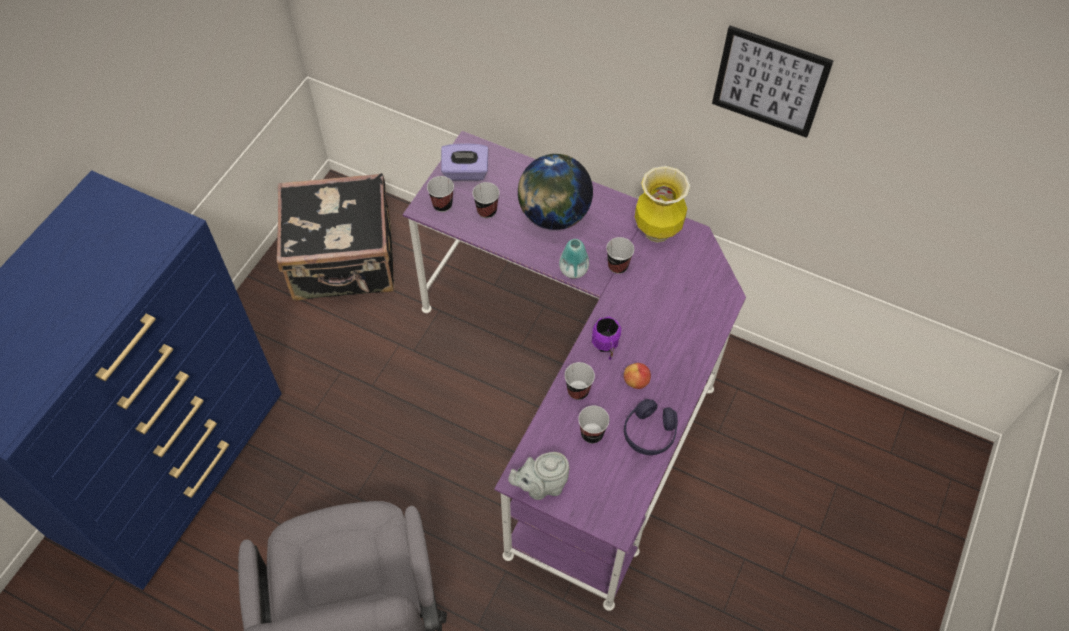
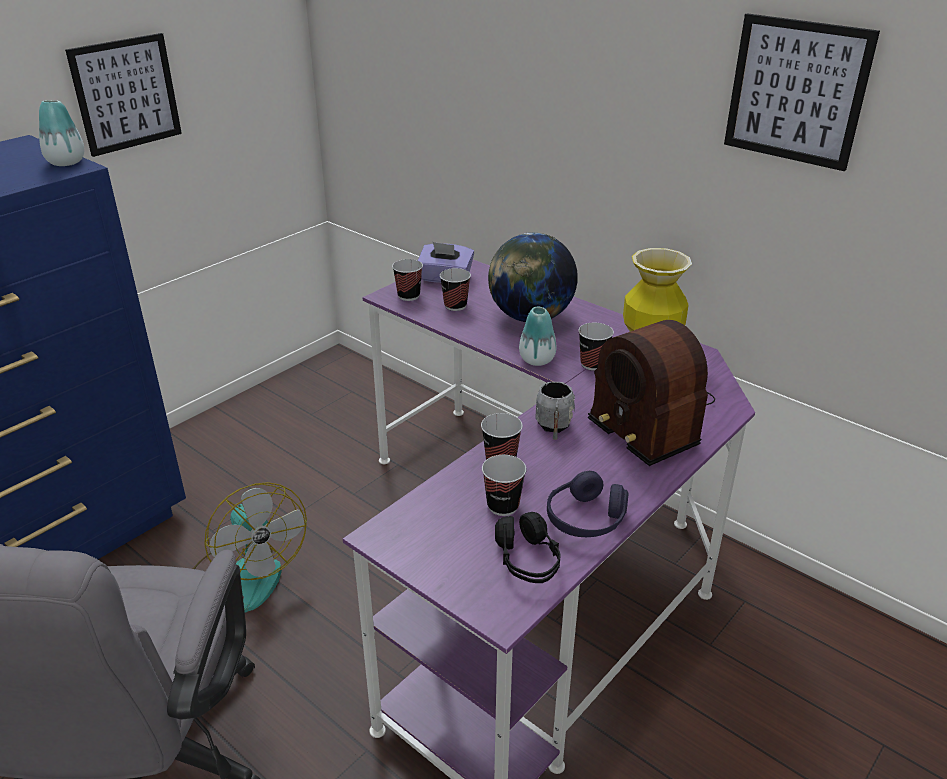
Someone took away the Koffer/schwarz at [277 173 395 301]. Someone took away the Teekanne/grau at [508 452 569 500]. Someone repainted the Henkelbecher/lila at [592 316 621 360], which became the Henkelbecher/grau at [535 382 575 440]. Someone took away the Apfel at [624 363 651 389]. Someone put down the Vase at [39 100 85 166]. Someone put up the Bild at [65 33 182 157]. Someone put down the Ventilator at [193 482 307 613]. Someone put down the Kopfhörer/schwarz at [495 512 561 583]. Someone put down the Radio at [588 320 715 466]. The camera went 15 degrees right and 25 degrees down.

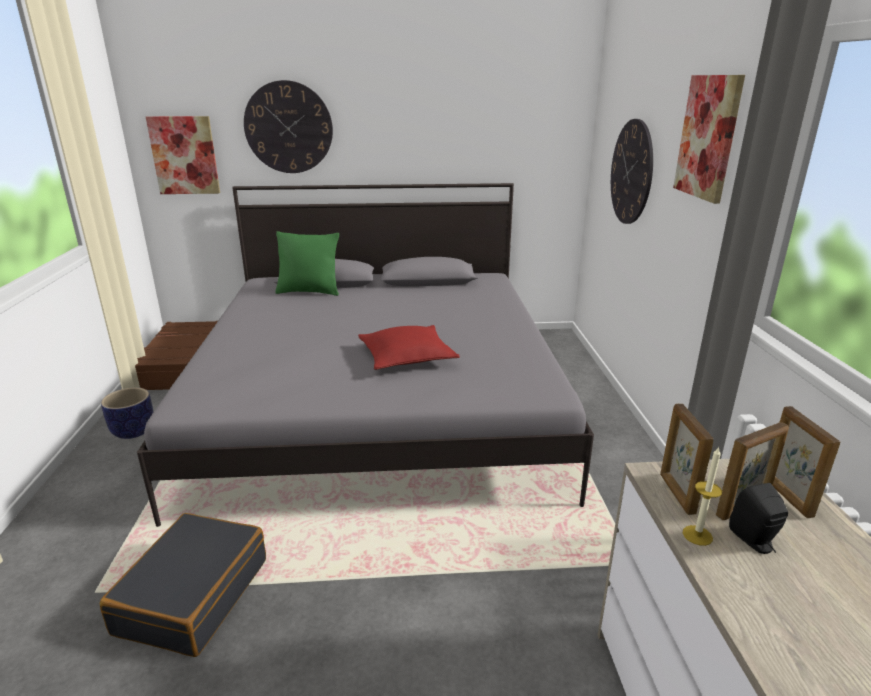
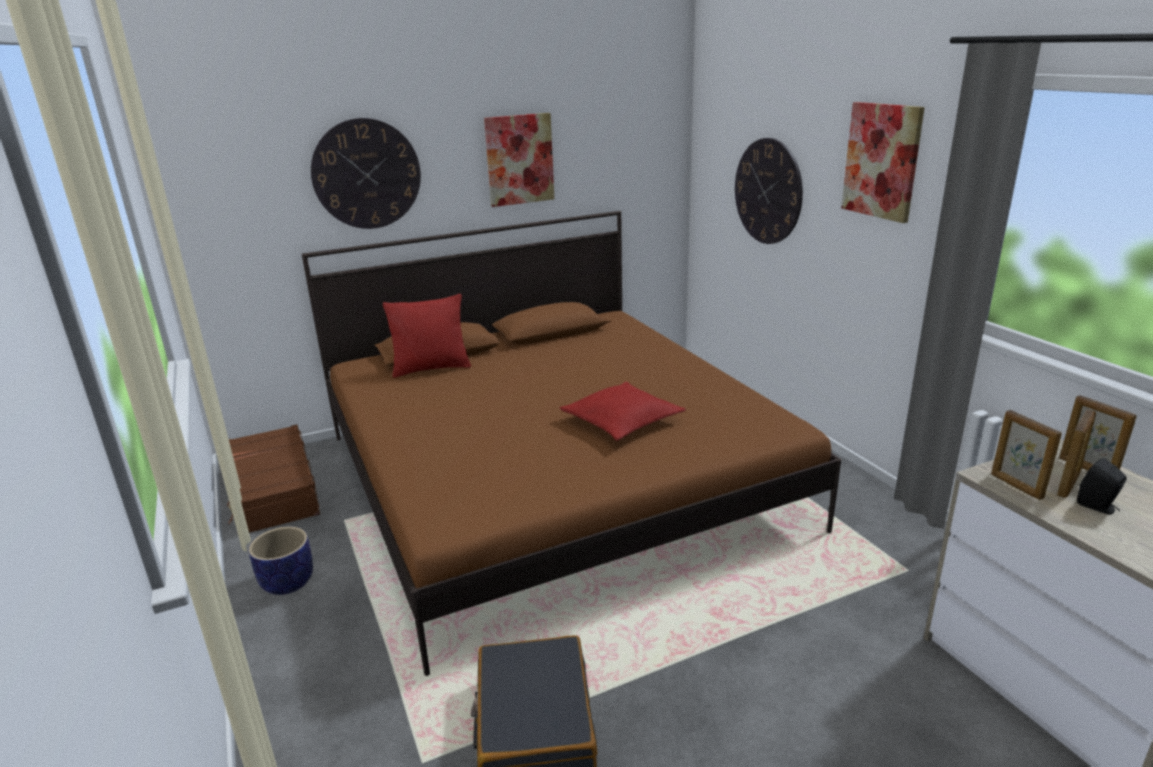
Someone repainted the Bett/grau at [137 183 594 527], which became the Bett/braun at [302 211 841 676]. Someone carried the Bild from [146 116 220 194] to [484 113 554 207]. Someone repainted the Kissen/grün at [275 231 339 296], which became the Kissen/rot at [383 294 471 378]. Someone took away the Kerze at [683 447 722 546]. The camera went 20 degrees left and 0 degrees up.

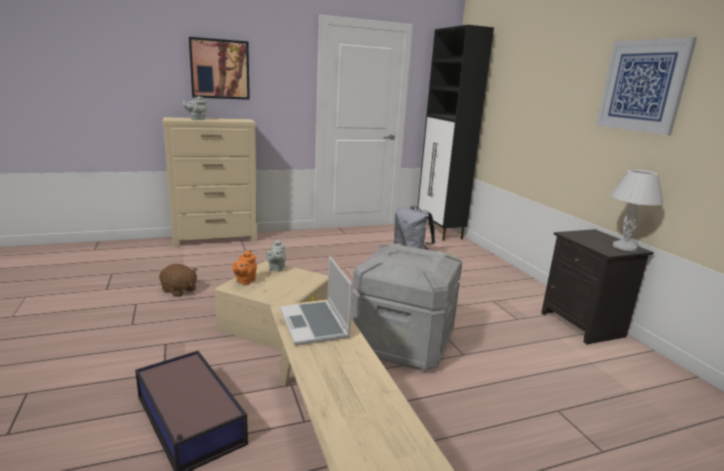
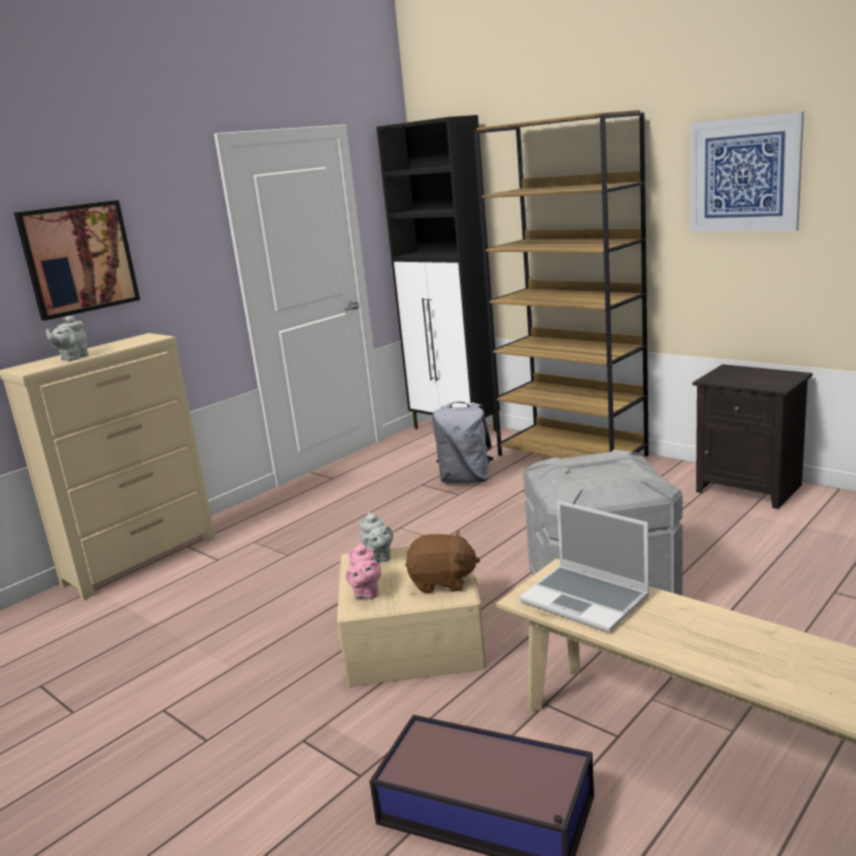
Someone carried the Plüschtier/braun from [159 264 197 297] to [405 531 480 593]. Someone repainted the Teekanne/orange at [232 250 257 285], which became the Teekanne/rosa at [345 542 381 599]. Someone took away the Tischlampe/weiß at [610 169 664 251]. Someone put down the Bücherregal/braun at [473 110 649 459]. The camera went 25 degrees left and 0 degrees up.

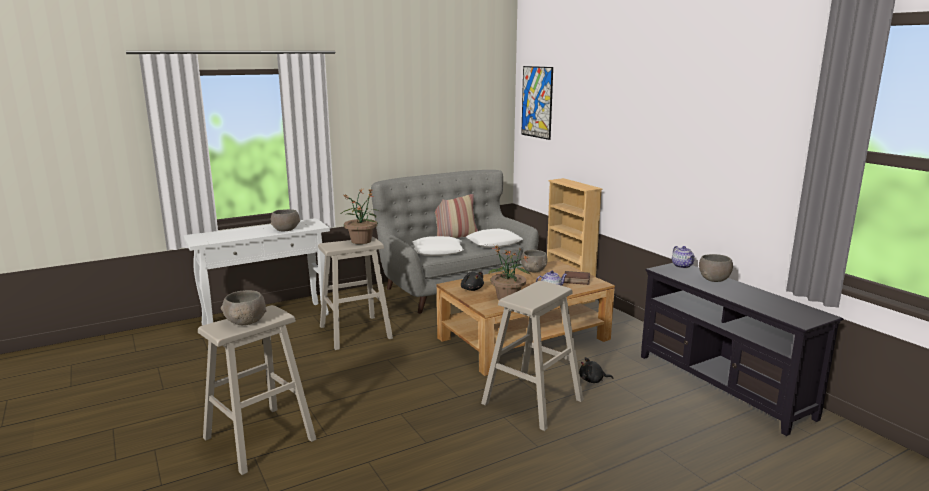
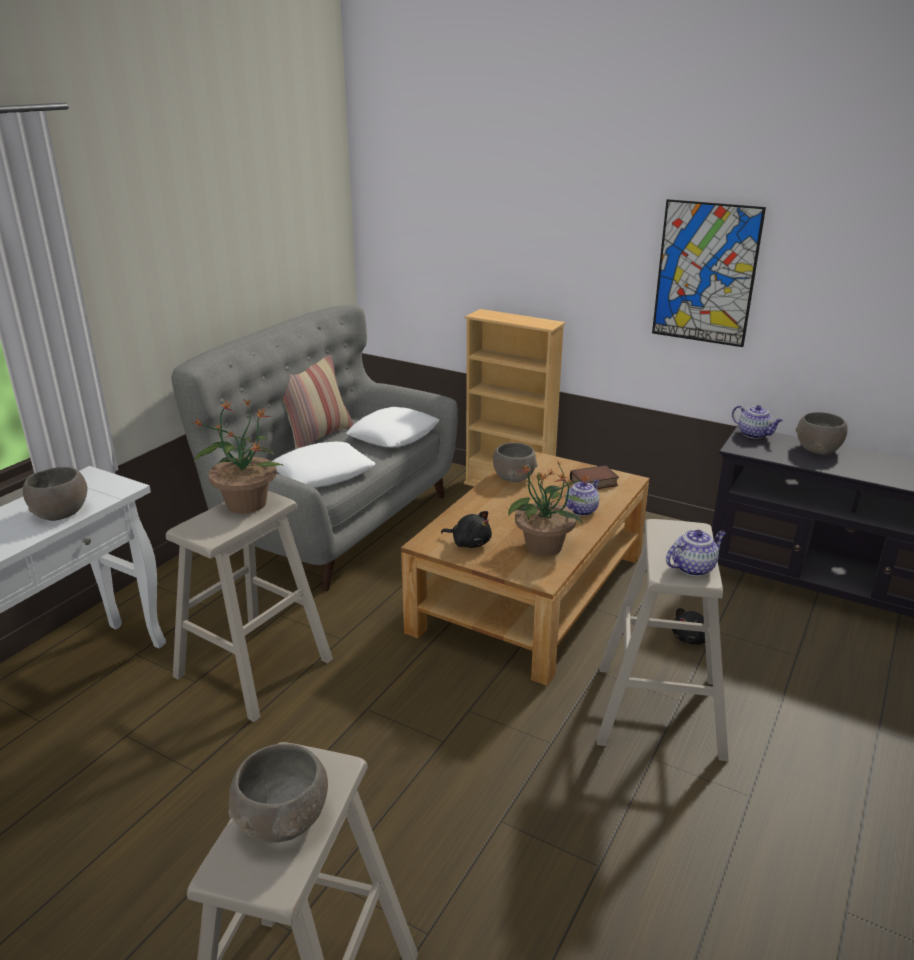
Someone carried the Bild from [521 66 553 140] to [652 199 766 347]. Someone put down the Teekanne at [666 530 726 576]. The camera went 30 degrees left and 10 degrees up.

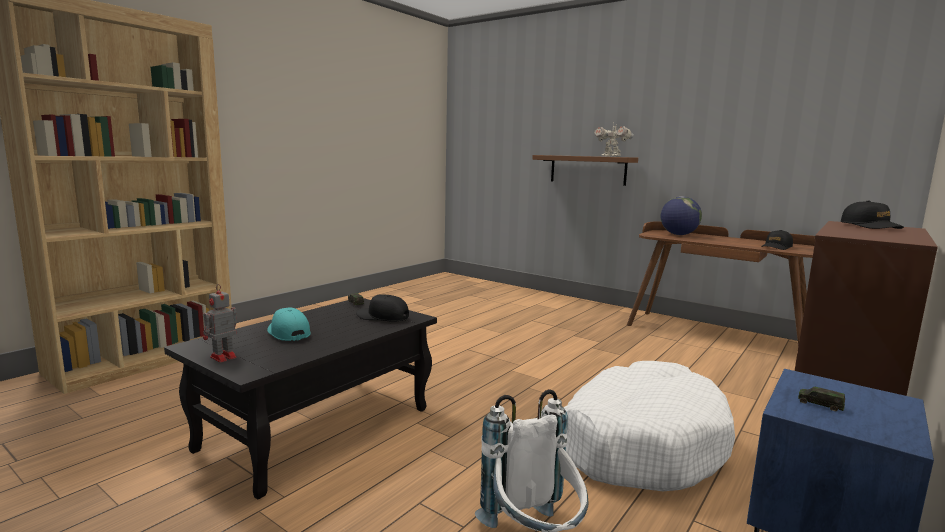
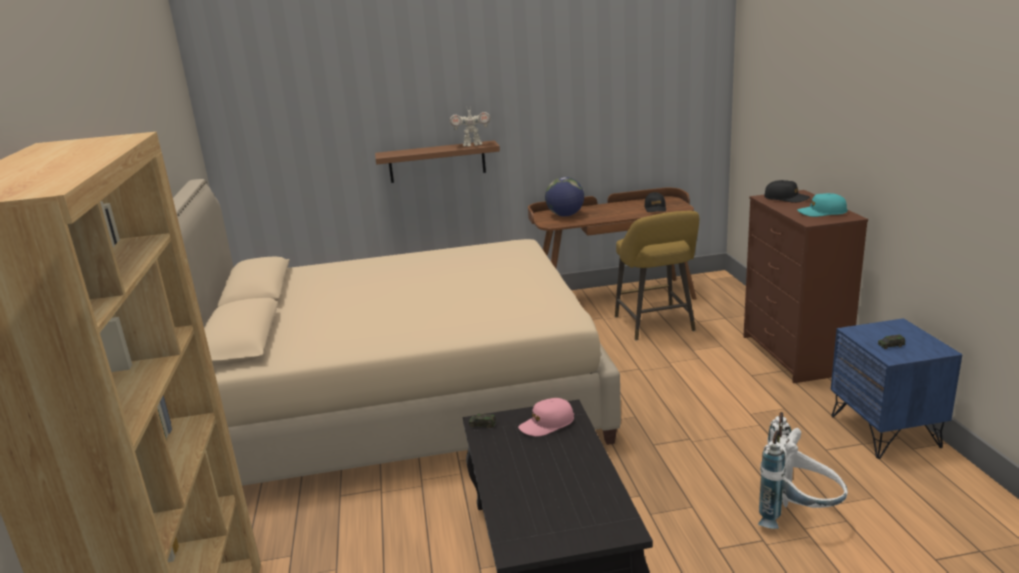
Someone took away the Spielzeugroboter at [203 284 237 362]. Someone carried the Kappe/türkis from [267 308 311 341] to [797 193 848 217]. Someone repainted the Kappe/schwarz at [356 294 409 322], which became the Kappe/rosa at [518 398 574 436]. Someone took away the Hundebett/weiß at [563 361 735 491]. Someone put down the Bett/beige at [173 179 621 486]. Someone put down the Hocker/gelb at [615 211 699 341]. The camera went 45 degrees left and 10 degrees up.

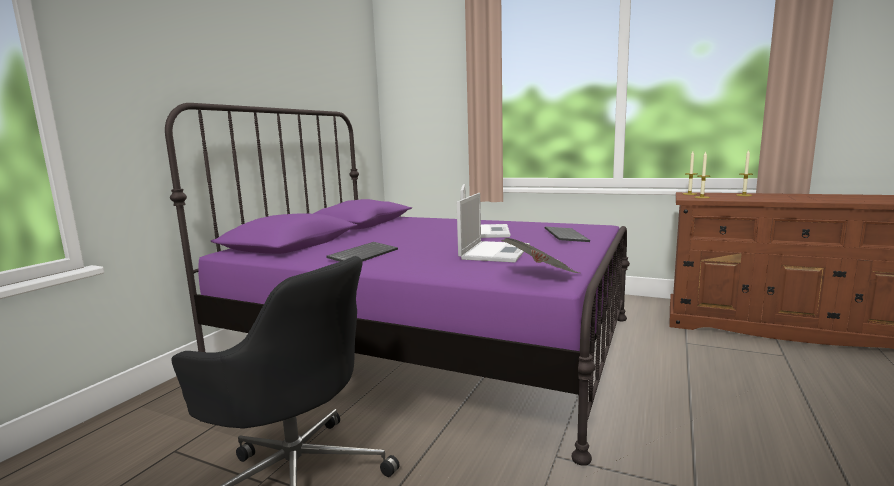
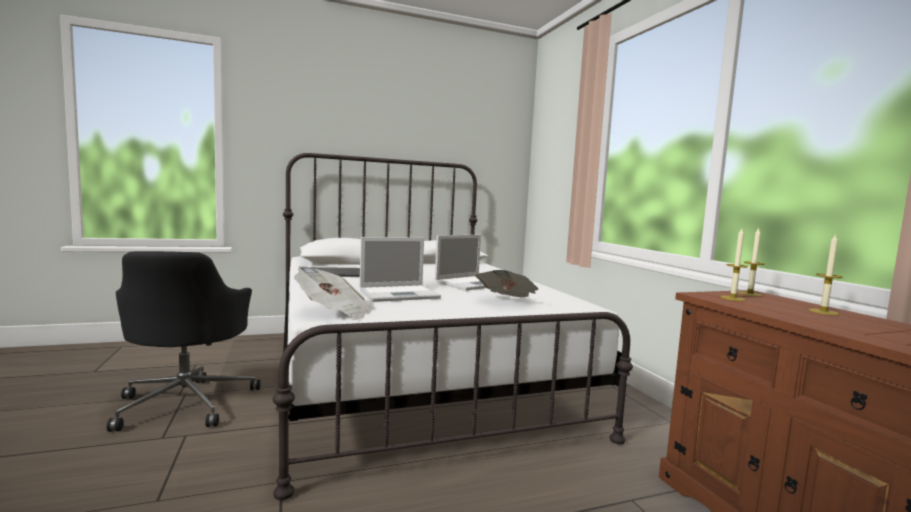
Someone repainted the Bett/lila at [165 103 630 466], which became the Bett/weiß at [273 153 633 500]. Someone swapped the Tastatur at [545 227 590 242] for the Zeitung at [475 270 538 297]. The camera went 45 degrees right and 5 degrees down.

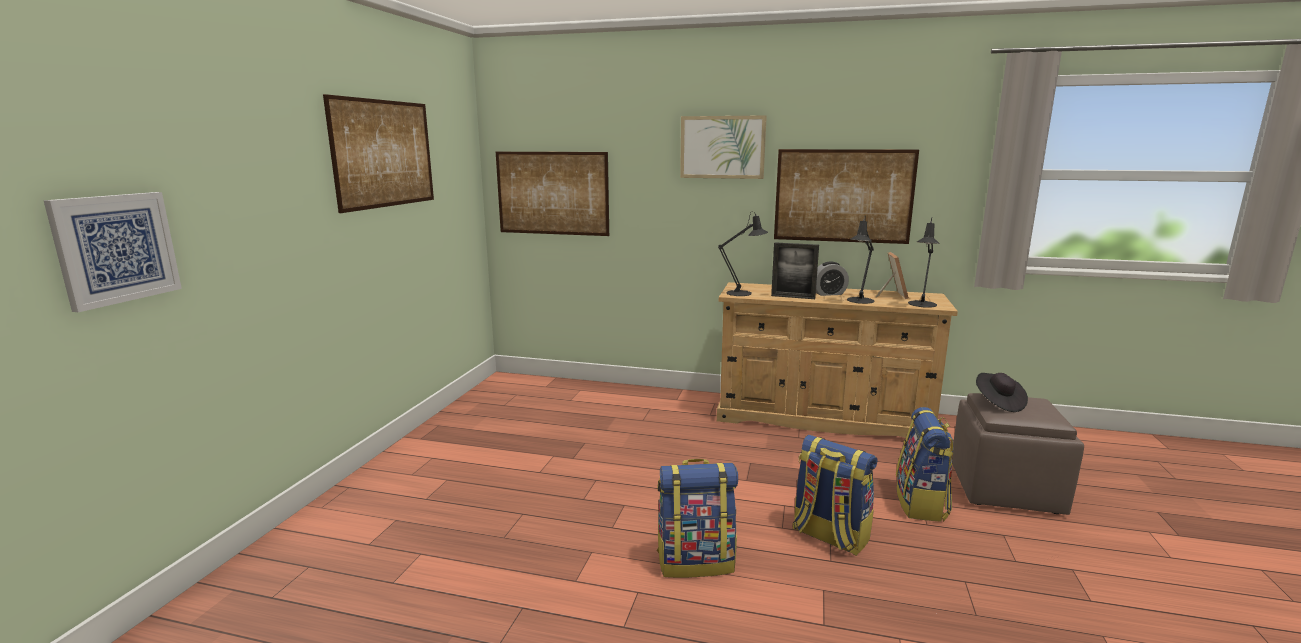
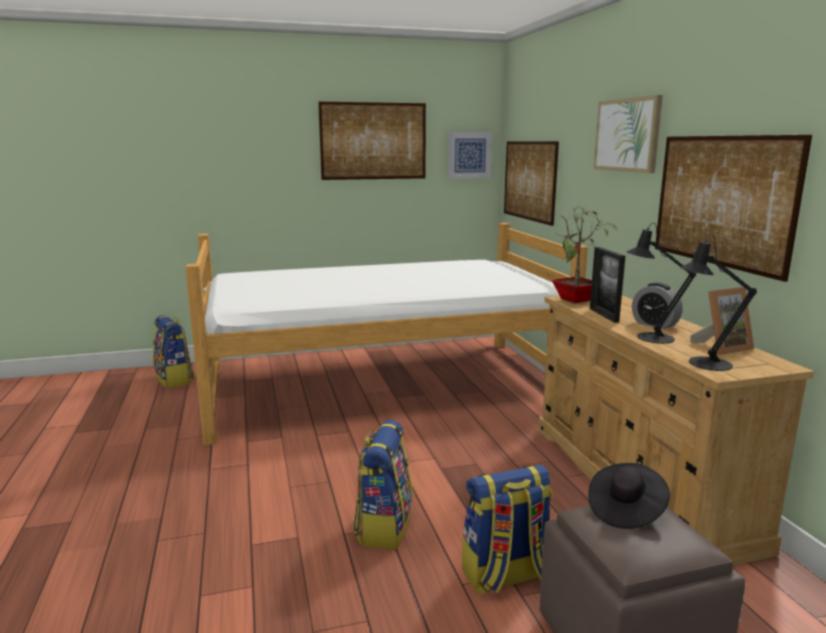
Someone carried the Bild from [43 192 182 312] to [448 132 492 179]. Someone carried the Rucksack from [657 459 738 578] to [153 315 194 389]. Someone swapped the Tischlampe/schwarz at [718 211 768 296] for the Topfpflanze at [552 207 617 303]. Someone put down the Bett at [185 223 588 445]. The camera went 60 degrees right and 0 degrees up.

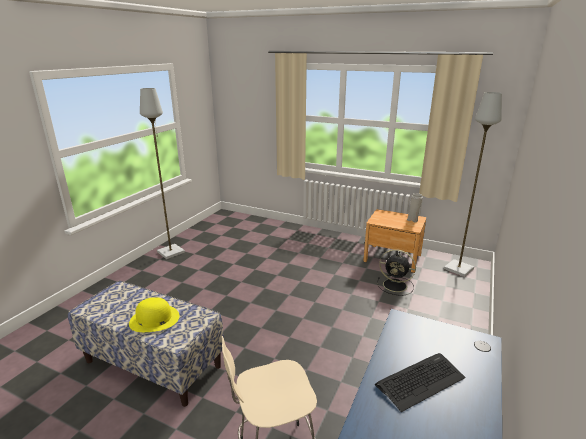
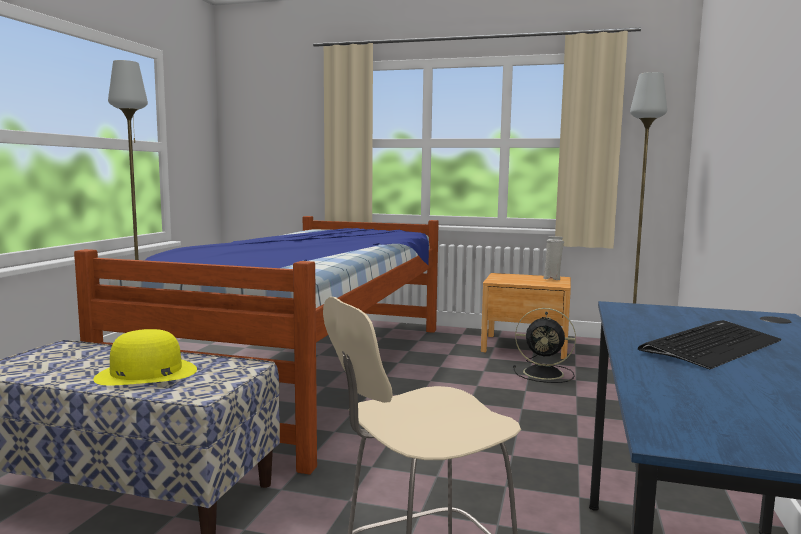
Someone put down the Bett at [74 216 439 475]. The camera went 10 degrees left and 15 degrees down.

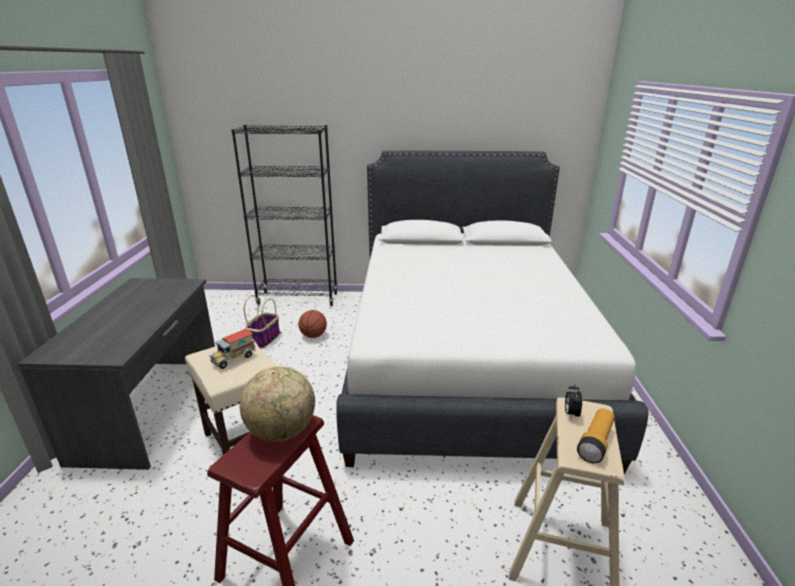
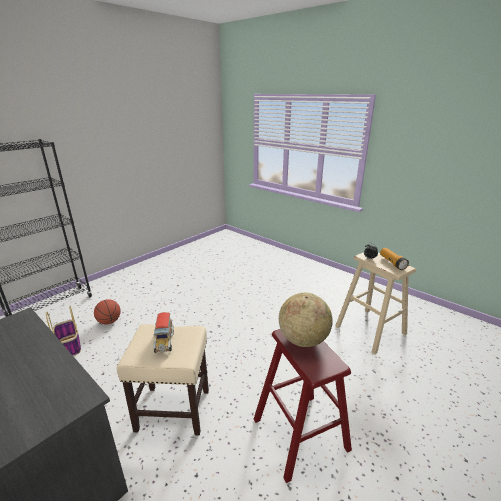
Someone took away the Bett/weiß at [336 151 649 474]. The camera went 50 degrees left and 0 degrees up.

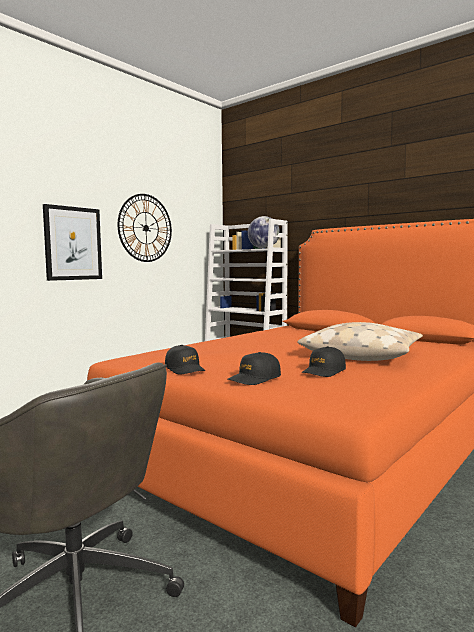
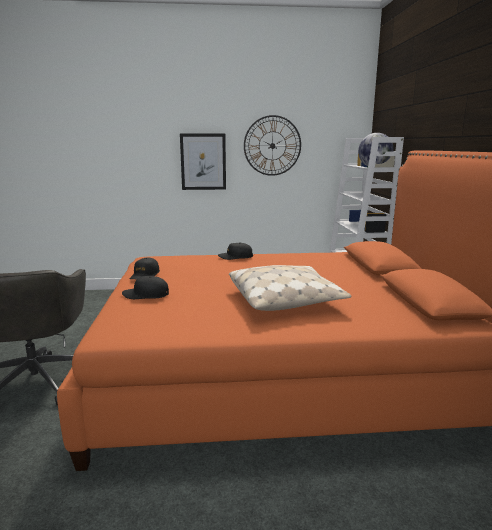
Someone carried the Kappe/schwarz from [302 346 346 377] to [218 242 253 260]. The camera went 45 degrees right and 10 degrees up.

